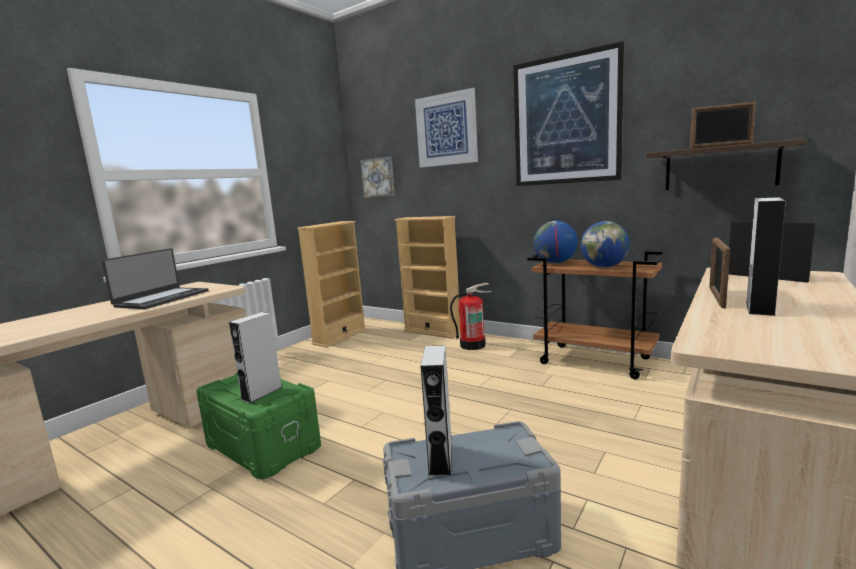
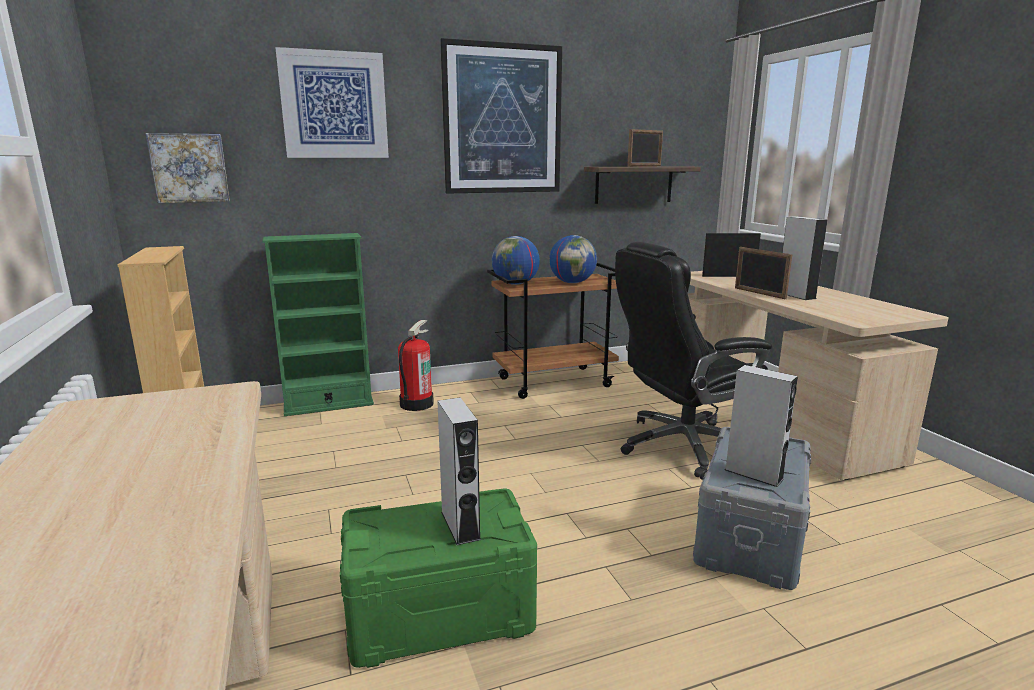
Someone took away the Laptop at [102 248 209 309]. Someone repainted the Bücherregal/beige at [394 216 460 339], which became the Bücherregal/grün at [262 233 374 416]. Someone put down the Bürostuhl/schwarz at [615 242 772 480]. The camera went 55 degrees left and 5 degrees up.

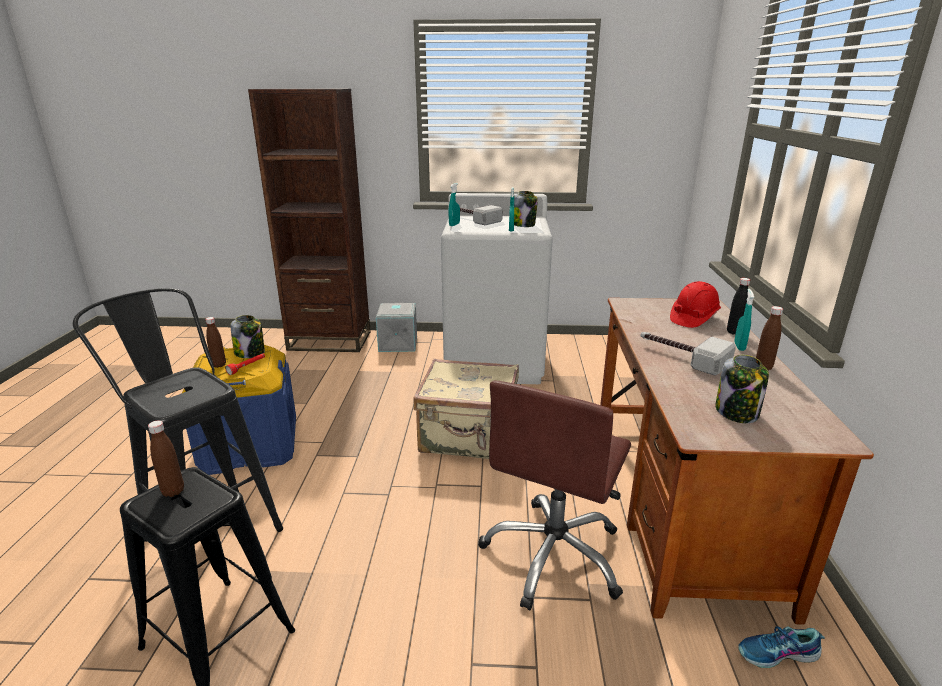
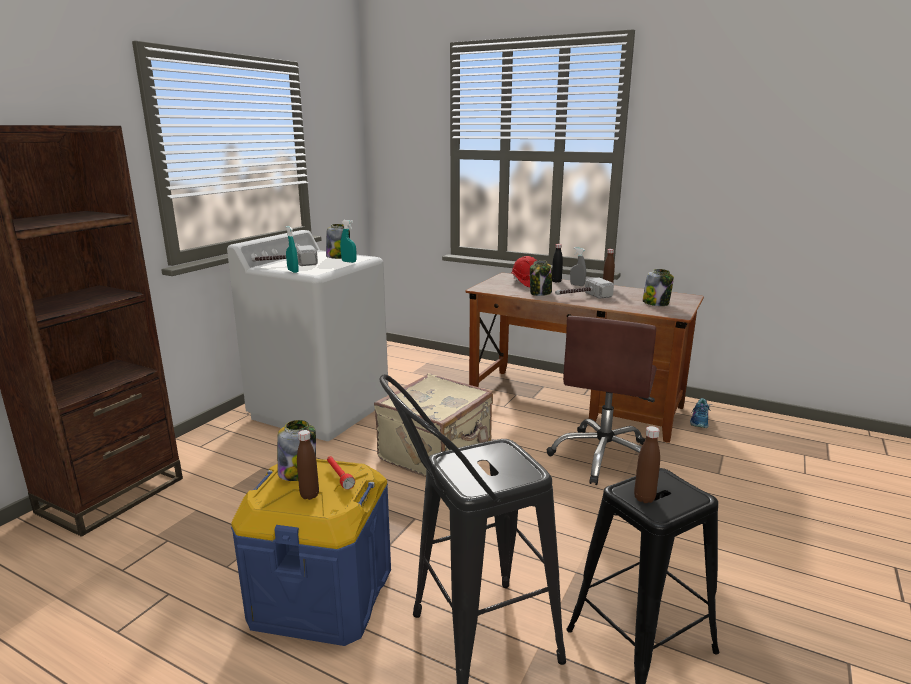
Someone took away the Aufbewahrungsbox/grau at [376 303 417 352]. Someone rotated the Bürostuhl/braun at [478 380 631 610] by 60 degrees clockwise. Someone repainted the Sprühflasche/türkis at [734 289 754 351], which became the Sprühflasche/grau at [570 247 586 286]. Someone put down the Vorratsglas at [530 260 552 296]. The camera went 65 degrees left and 5 degrees down.

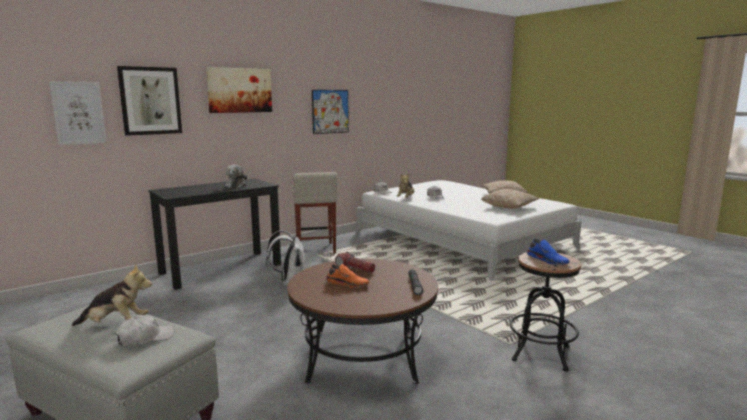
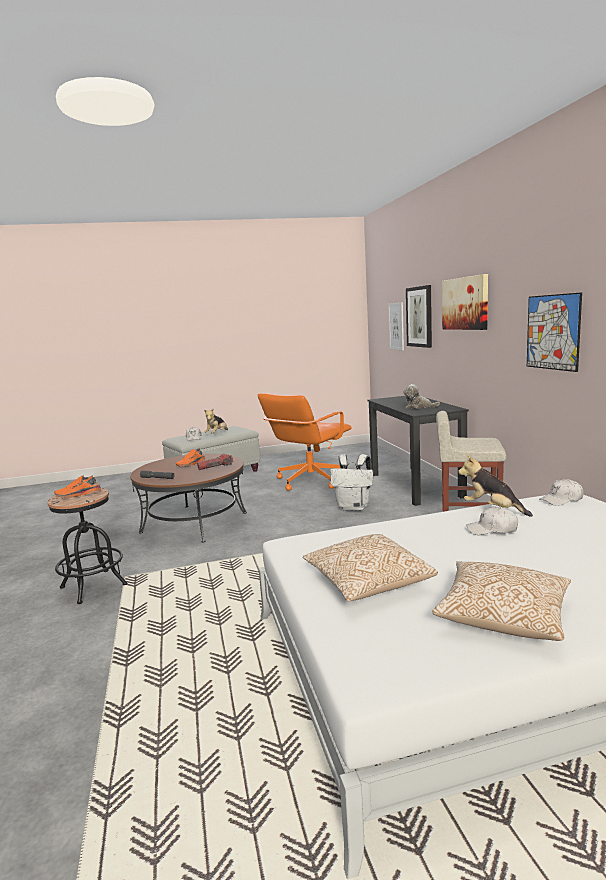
Someone repainted the Schuh/blau at [527 239 569 265], which became the Schuh/orange at [54 475 101 498]. Someone put down the Bürostuhl/orange at [258 393 352 491]. The camera went 115 degrees right and 0 degrees up.

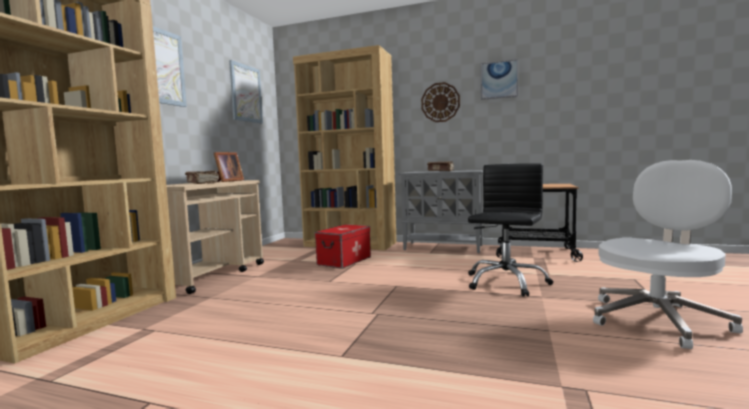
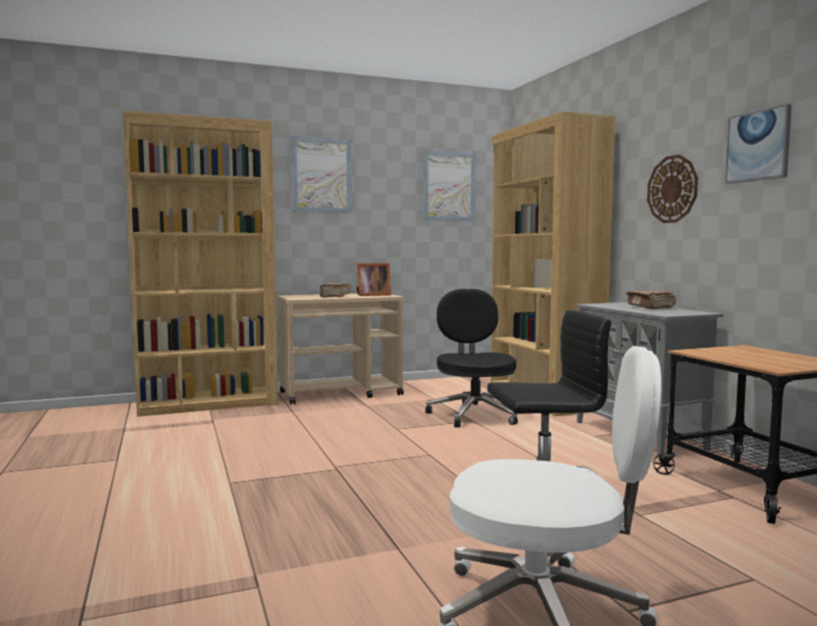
Someone swapped the Aufbewahrungsbox at [315 224 371 268] for the Bürostuhl/schwarz at [425 289 518 427]. The camera went 50 degrees right and 0 degrees up.

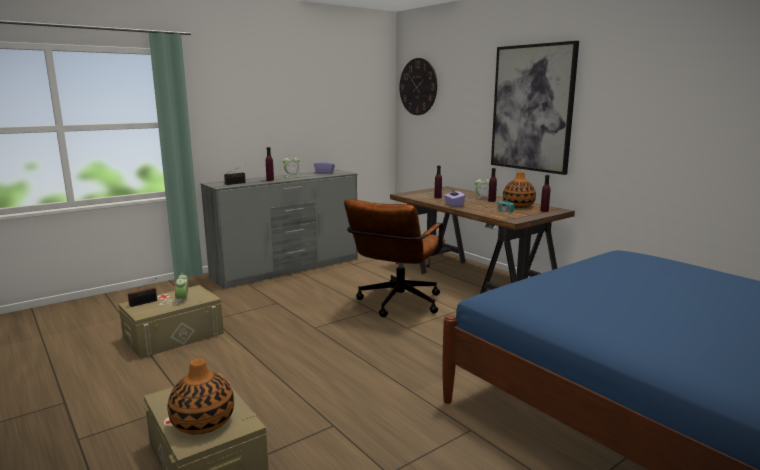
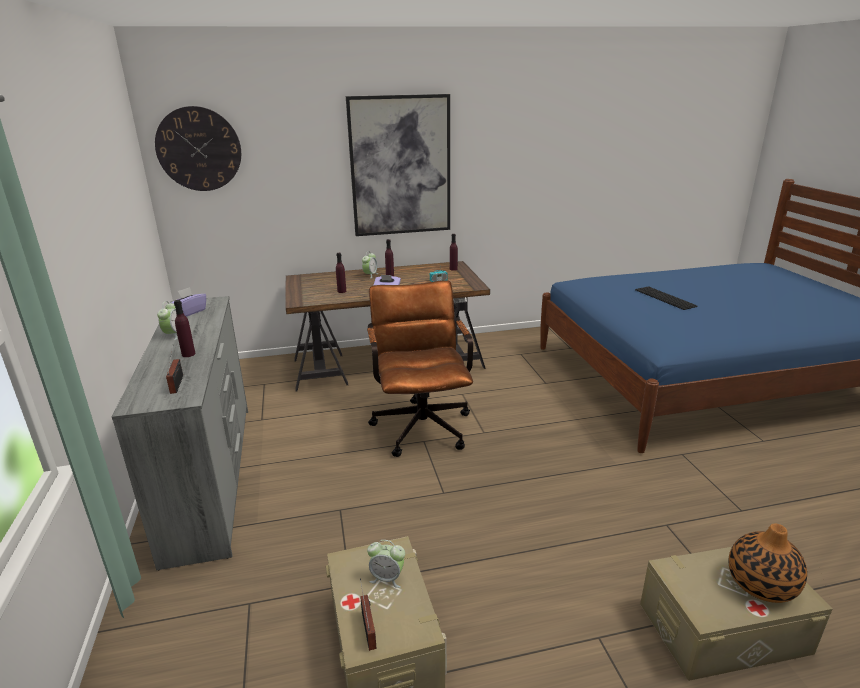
Someone rotated the Bürostuhl/braun at [344 199 445 317] by 150 degrees counterclockwise. Someone took away the Vase at [503 171 536 208]. Someone put down the Tastatur at [635 287 698 310]. The camera went 65 degrees left and 10 degrees up.

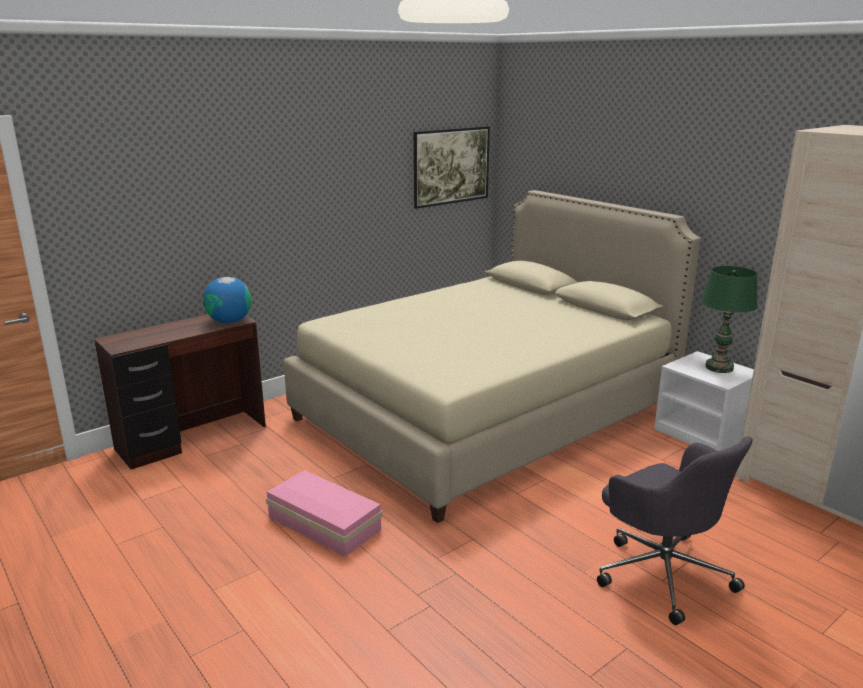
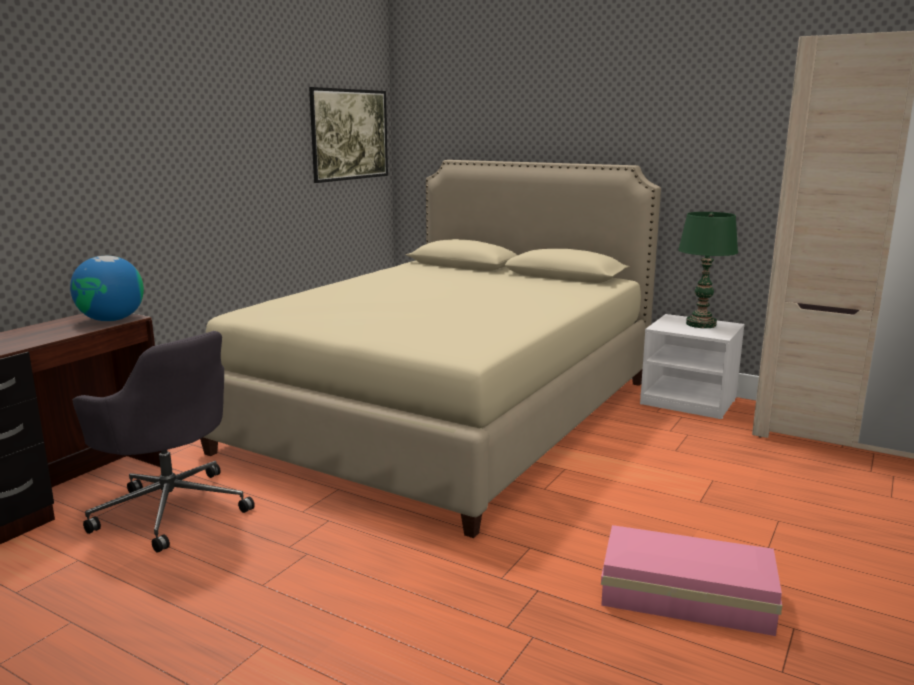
Someone carried the Aufbewahrungsbox/rosa from [266 470 382 557] to [601 525 782 636]. Someone carried the Bürostuhl/grau from [597 436 753 625] to [73 331 255 553]. The camera went 20 degrees left and 5 degrees down.

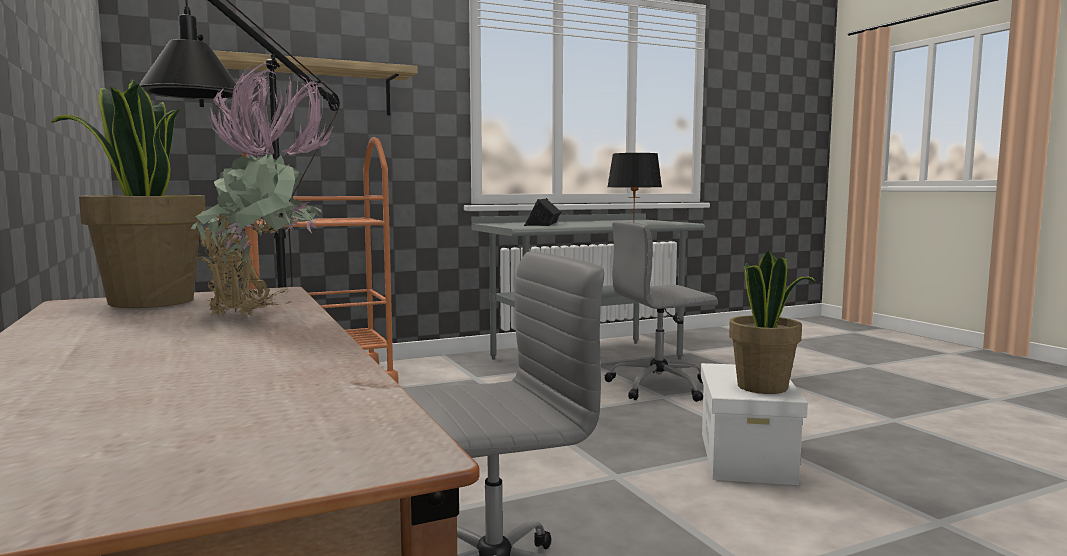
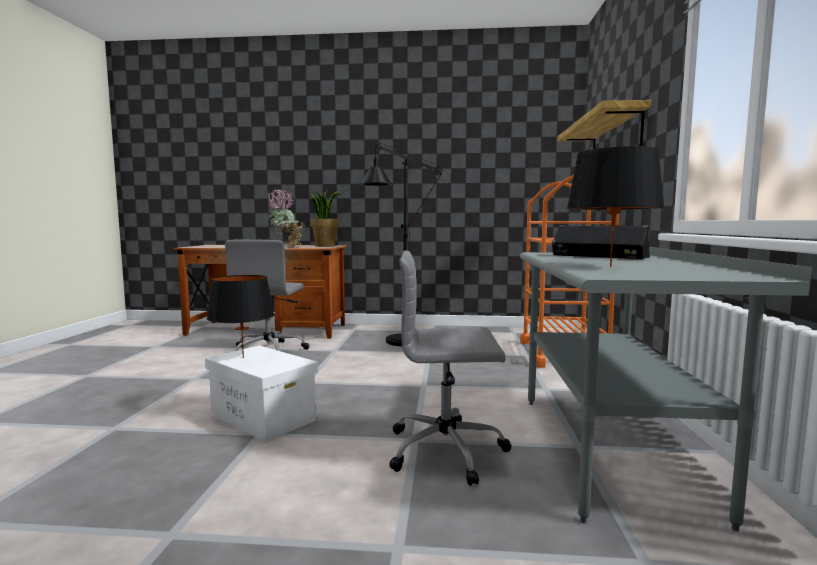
Someone rotated the Bürostuhl/grau at [604 221 718 402] by 105 degrees counterclockwise. Someone swapped the Topfpflanze at [729 250 816 394] for the Tischlampe/schwarz at [207 275 275 358]. The camera went 120 degrees right and 0 degrees up.

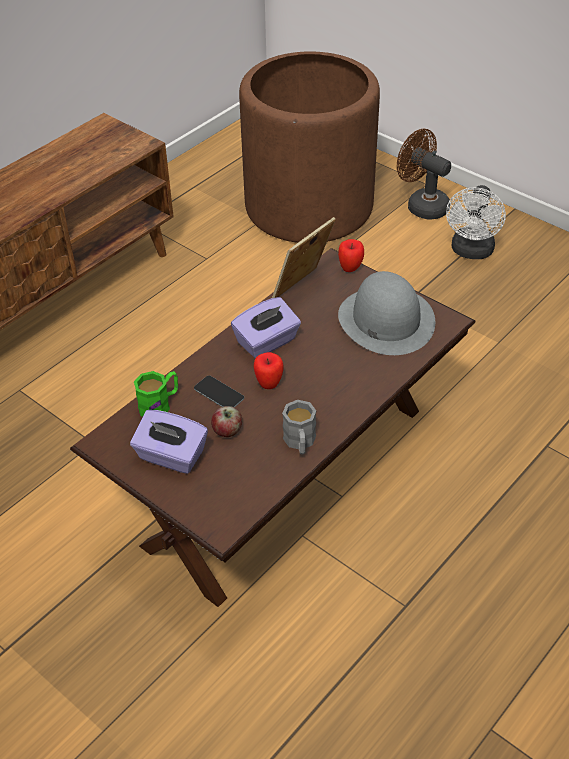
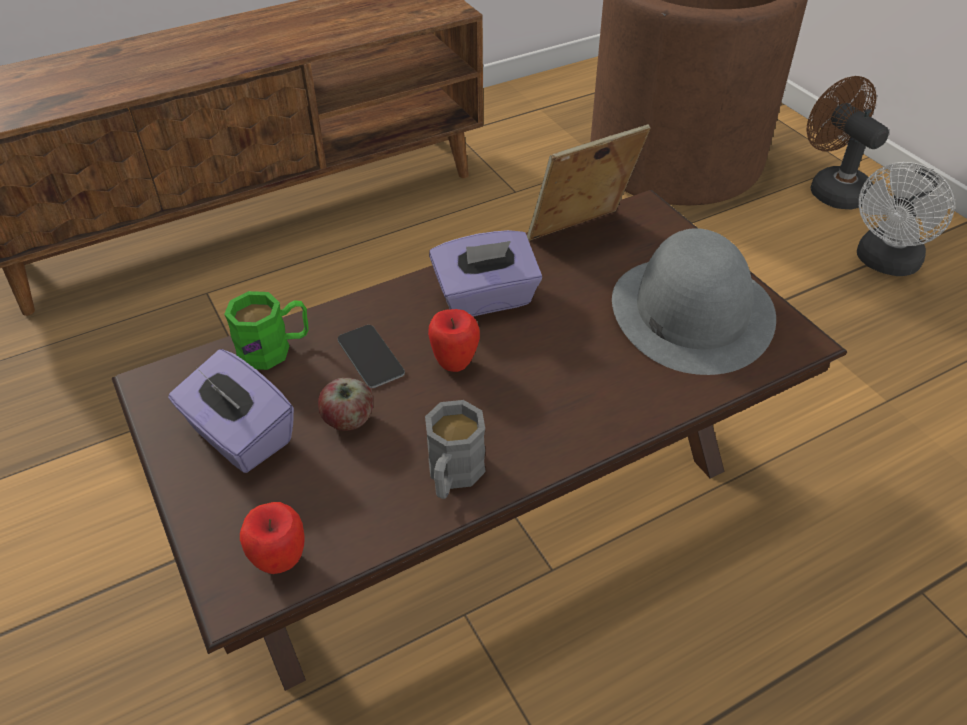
Someone carried the Apfel from [338 239 364 272] to [240 502 305 574]. The camera went 20 degrees right and 0 degrees up.

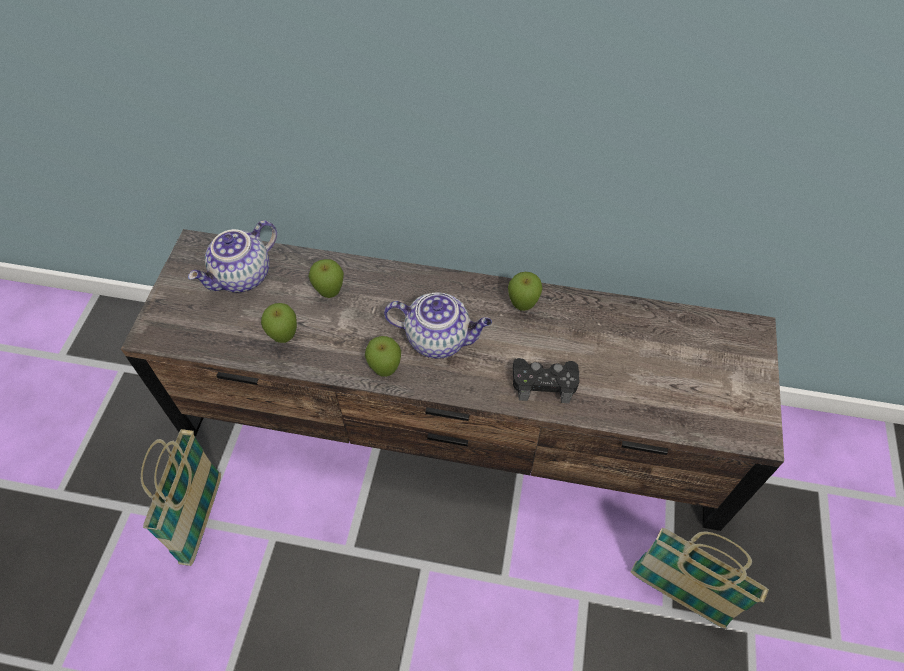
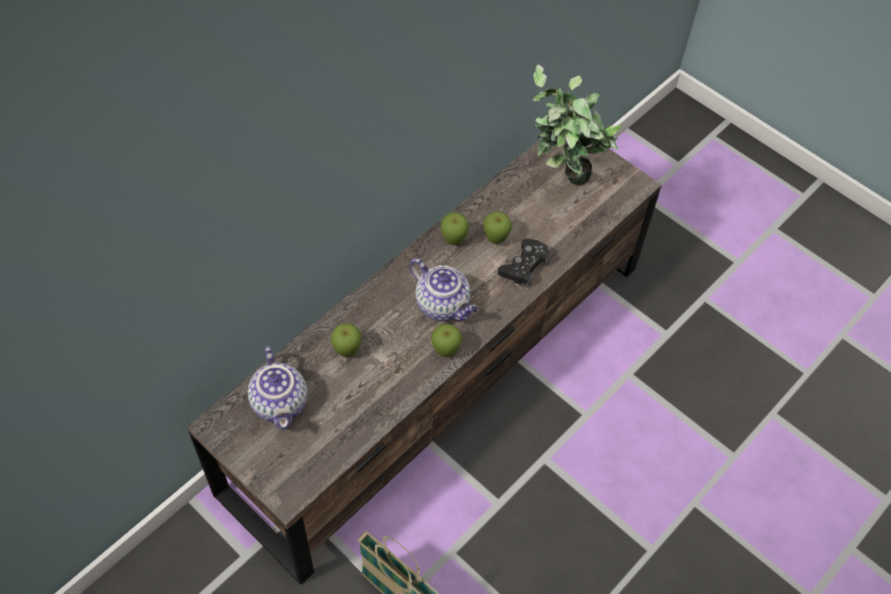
Someone carried the Apfel from [261 303 297 343] to [483 211 512 244]. Someone rotated the Teekanne at [384 292 492 358] by 90 degrees clockwise. Someone took away the Korb at [631 528 769 628]. Someone put down the Topfpflanze at [533 64 621 185]. The camera went 60 degrees left and 0 degrees up.

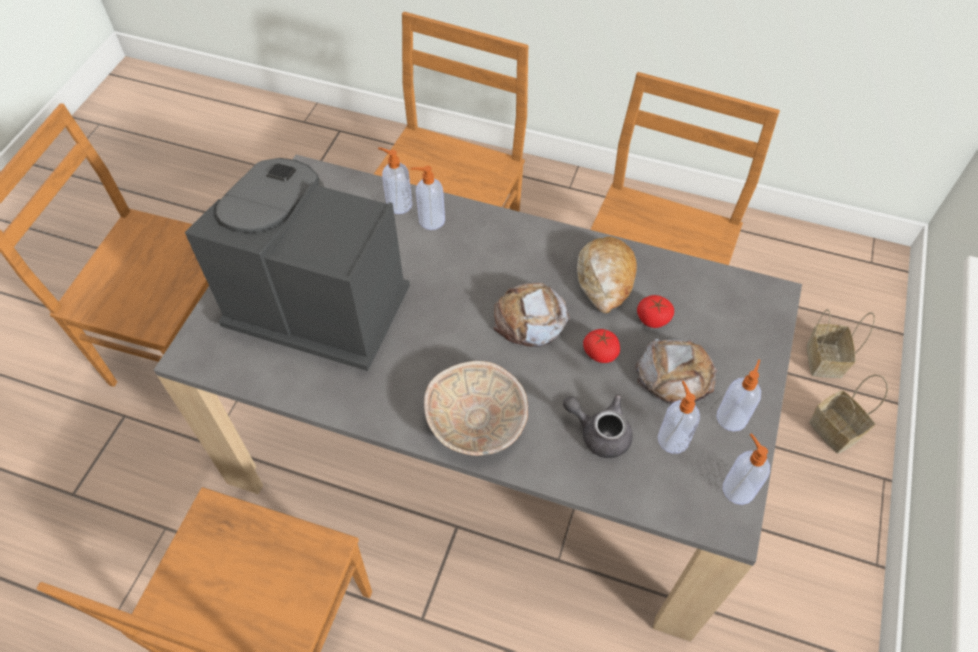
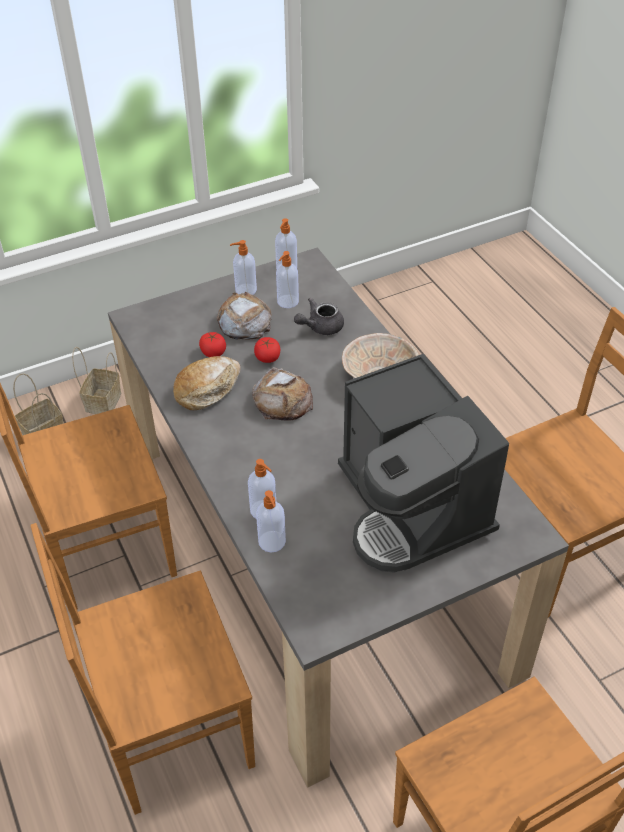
Someone rotated the Teekanne/grau at [563 394 633 458] by 75 degrees clockwise. The camera went 135 degrees left and 10 degrees down.

